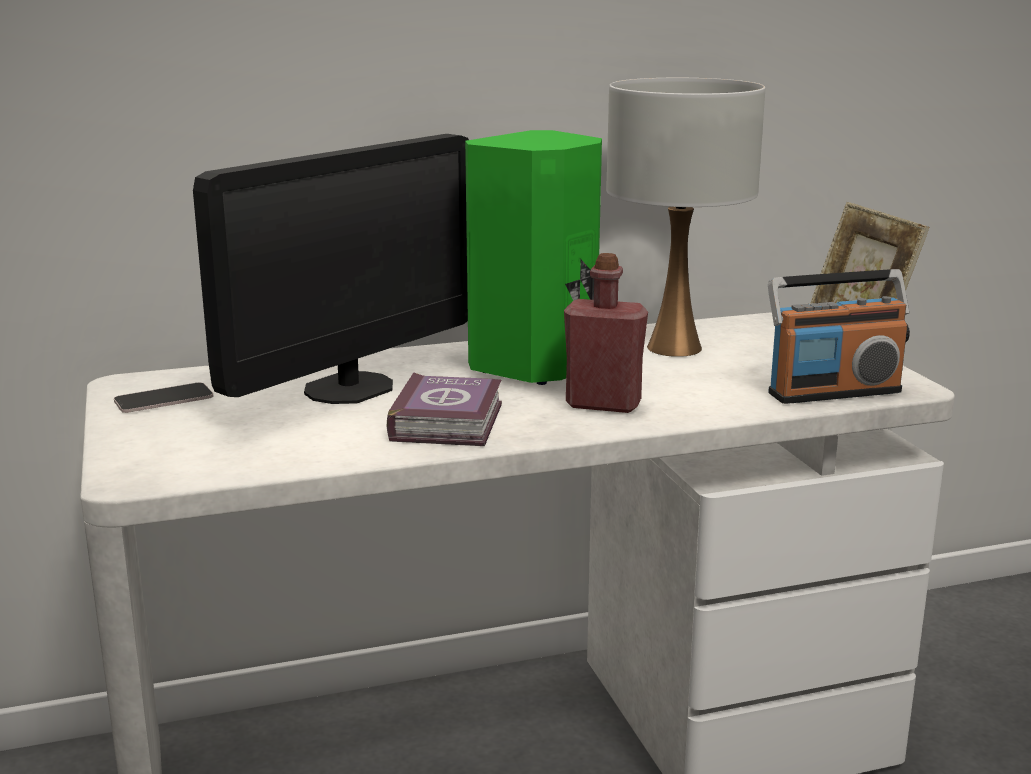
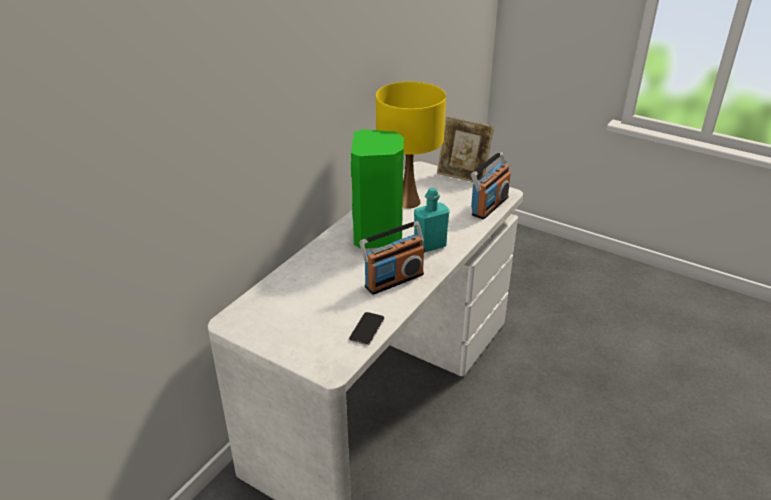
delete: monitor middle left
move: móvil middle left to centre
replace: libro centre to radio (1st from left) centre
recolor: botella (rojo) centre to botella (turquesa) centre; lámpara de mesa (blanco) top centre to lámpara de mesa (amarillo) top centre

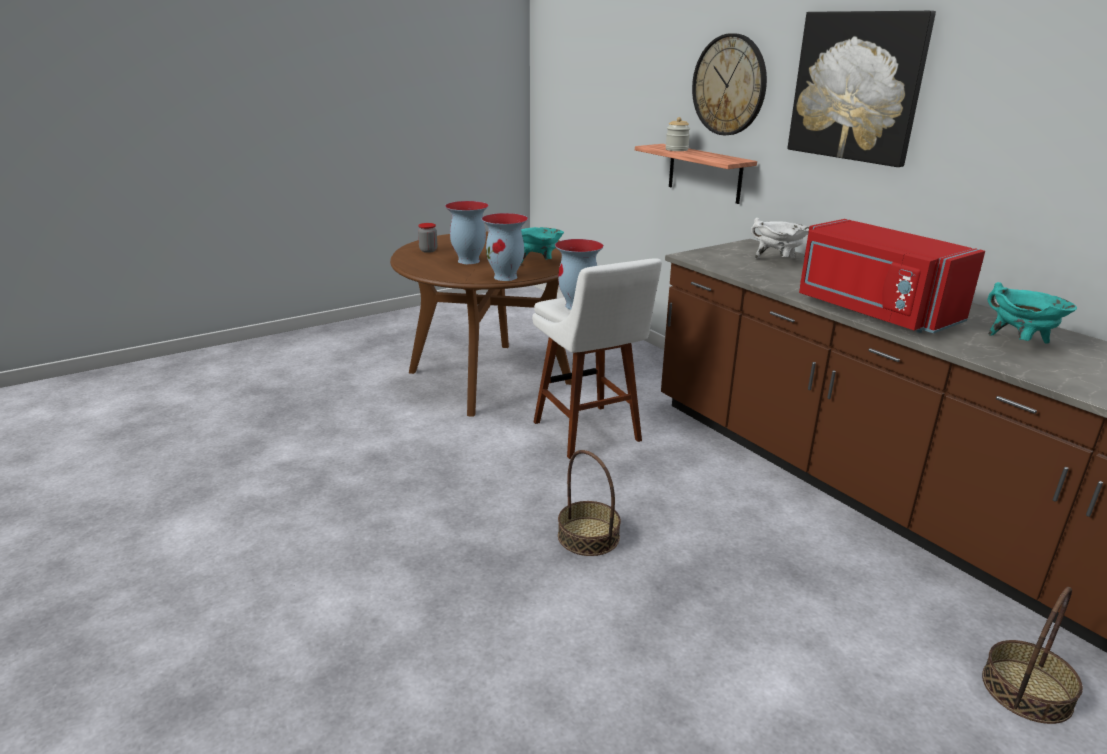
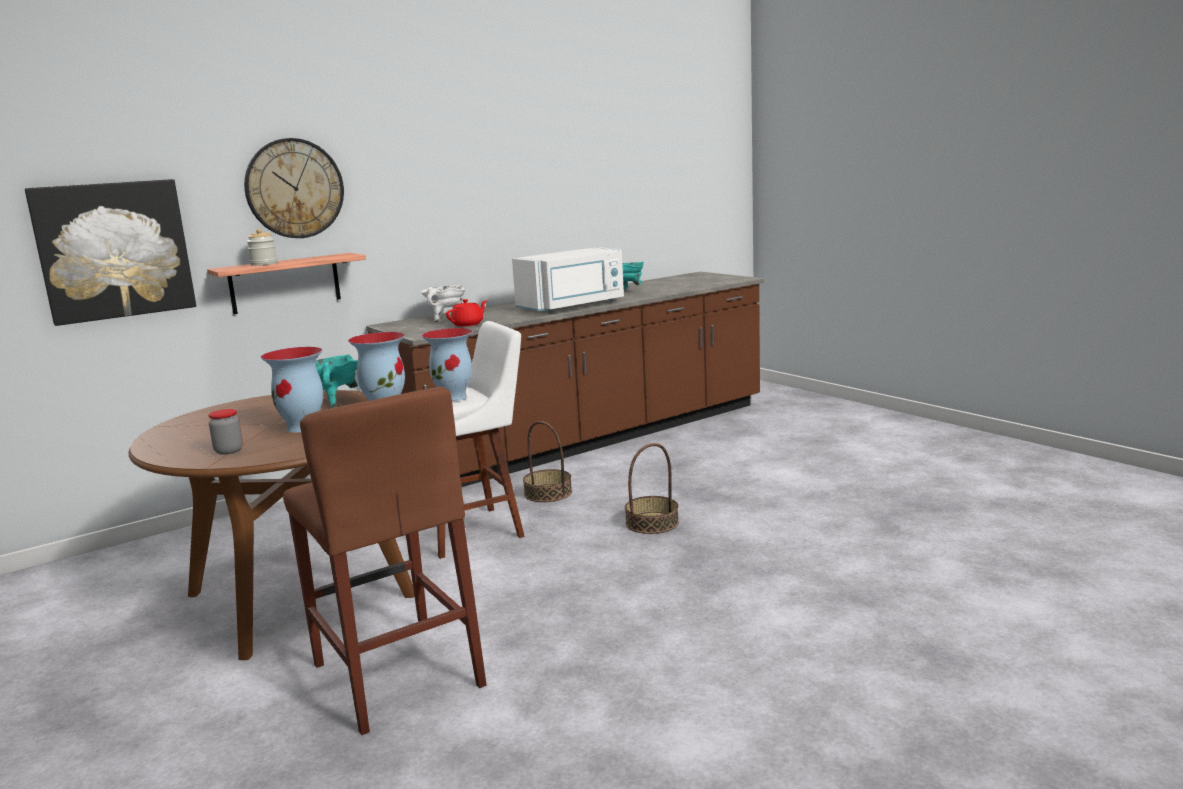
insert: taburete (marrón) bottom left; tetera (rojo) centre
move: cuadro top right to top left; cesta (2nd from left in the first image) bottom right to cesta (1st from left) centre
recolor: microondas (rojo) middle right to microondas (blanco) centre

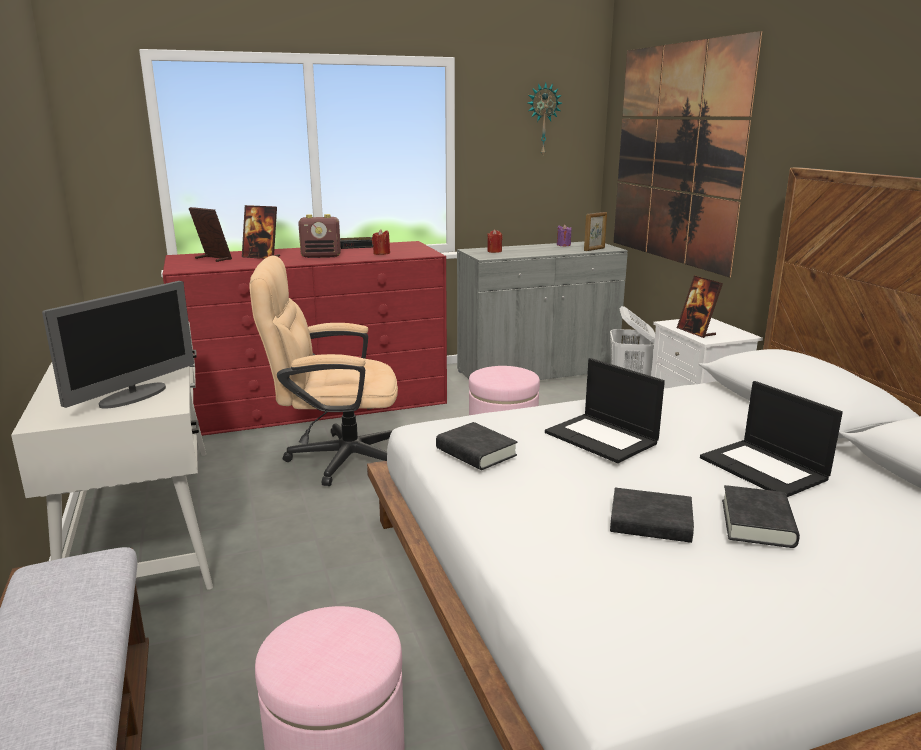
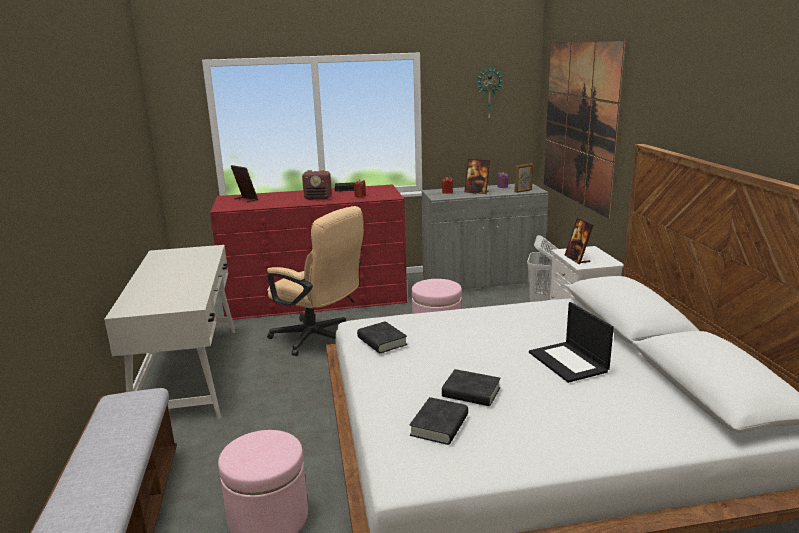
delete: monitor middle left; portátil (1st from left) centre
move: portarretratos (2nd from left) top left to top centre; libro (negro) (3rd from left in the first image) bottom right to libro (negro) (2nd from left) bottom centre
rotate: silla de oficina (beis) centre = centre 150 degrees counterclockwise

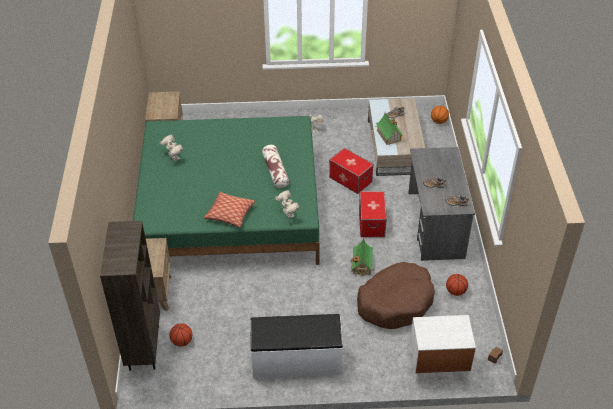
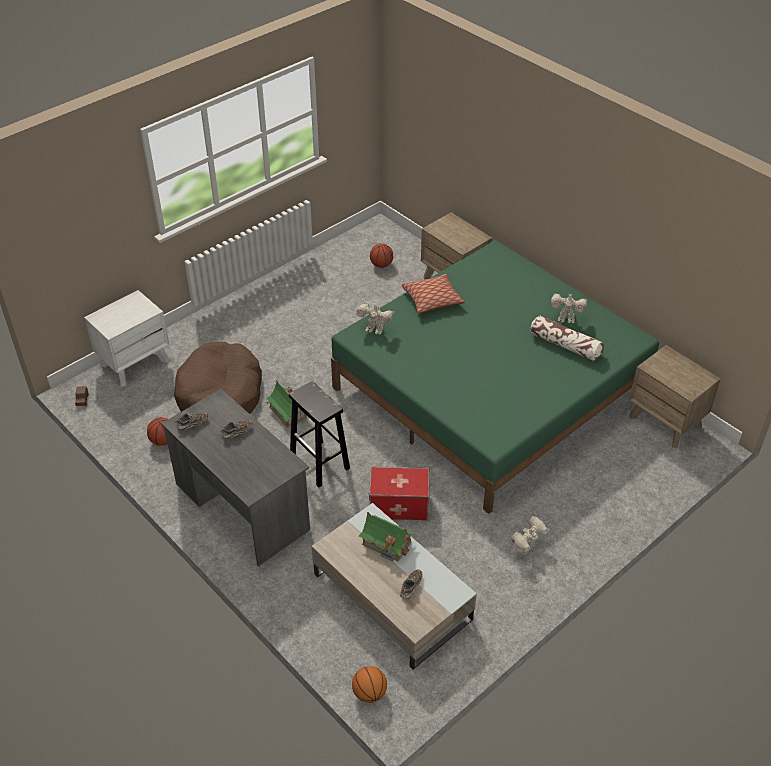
delete: estantería (marrón) bottom left; banco (blanco) bottom centre
move: cojín (2nd from left) centre to middle right
replace: caja de almacenaje (2nd from left) centre to taburete (negro) centre

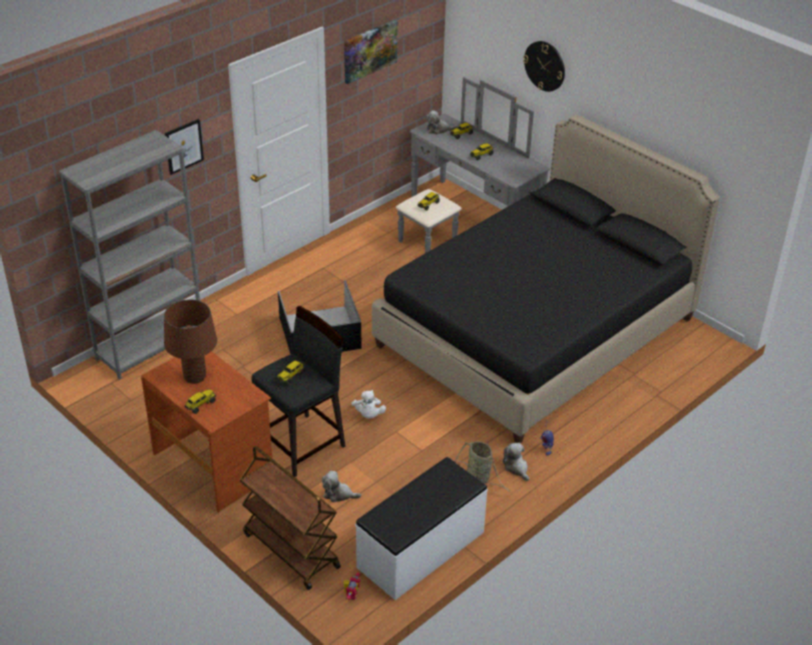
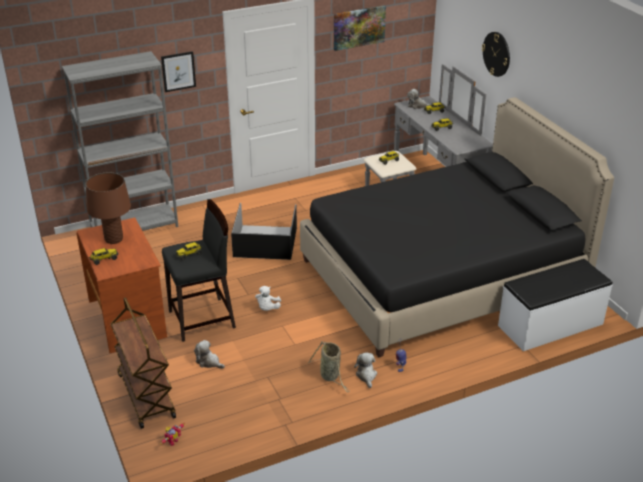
move: banco (blanco) bottom centre to middle right

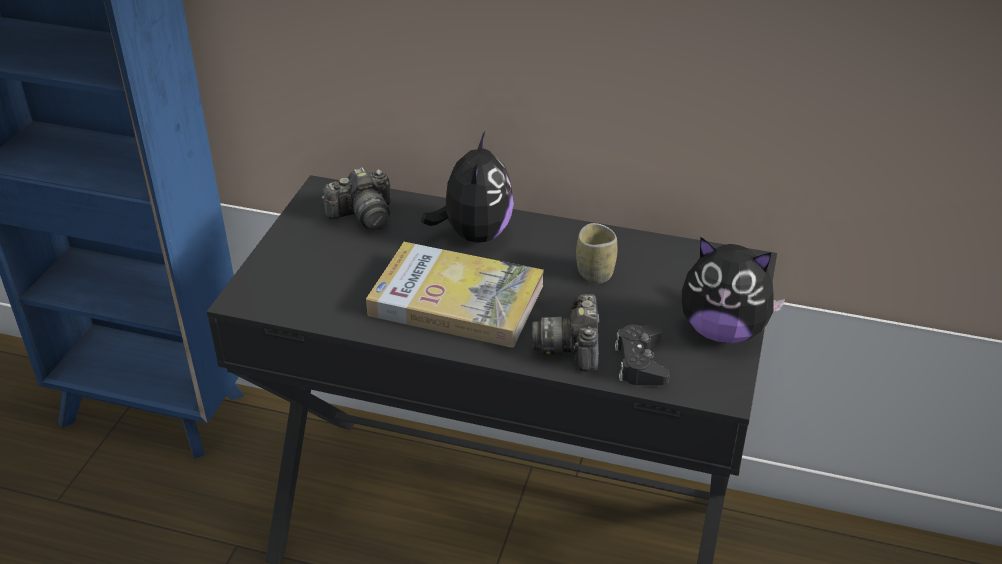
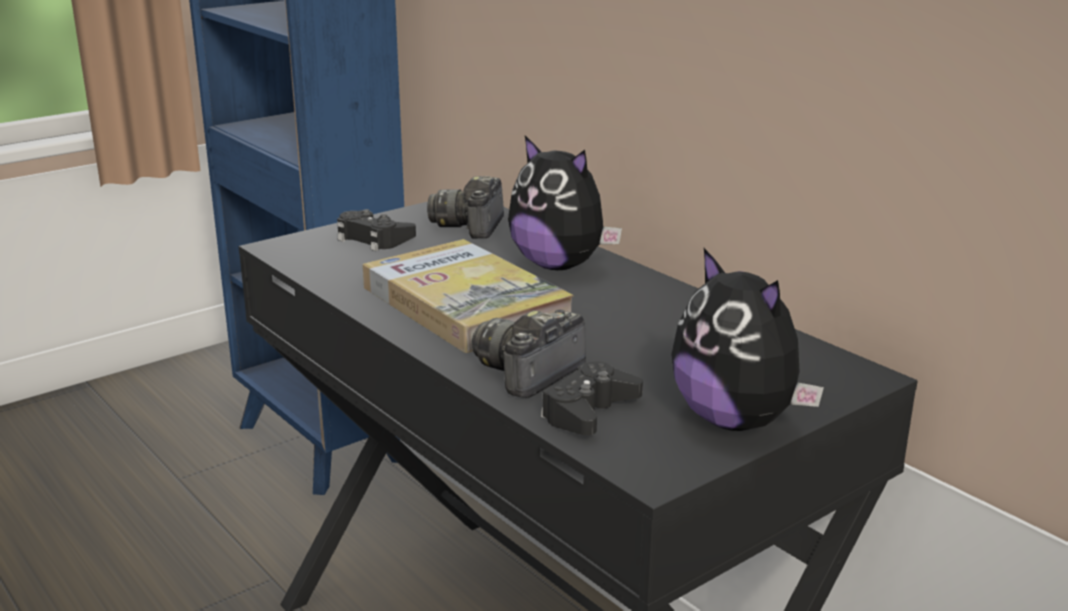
delete: taza centre
insert: mando de consola (negro) (1st from left) centre
rotate: cámara (1st from left) centre = centre 90 degrees clockwise; peluche (1st from left) top centre = top centre 90 degrees clockwise

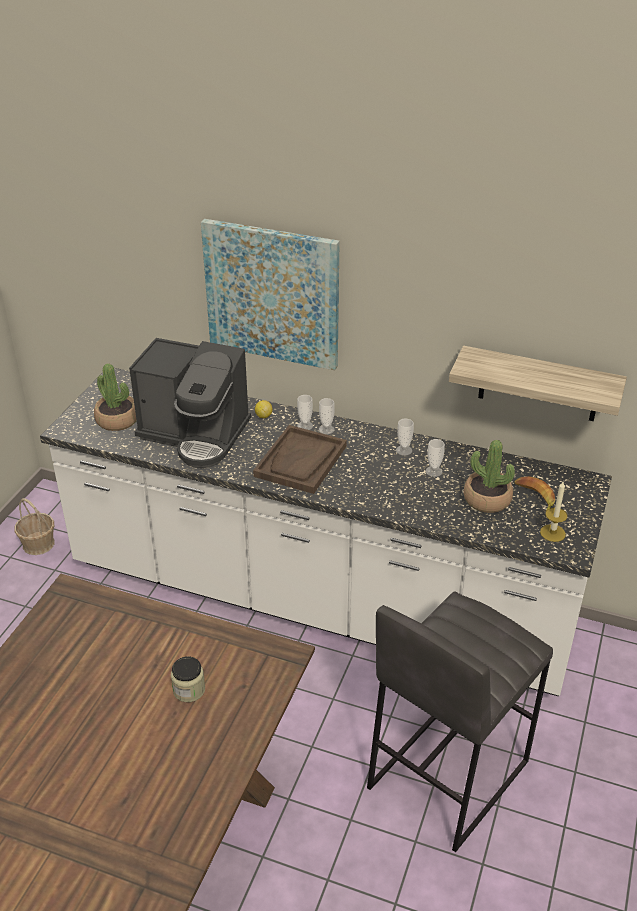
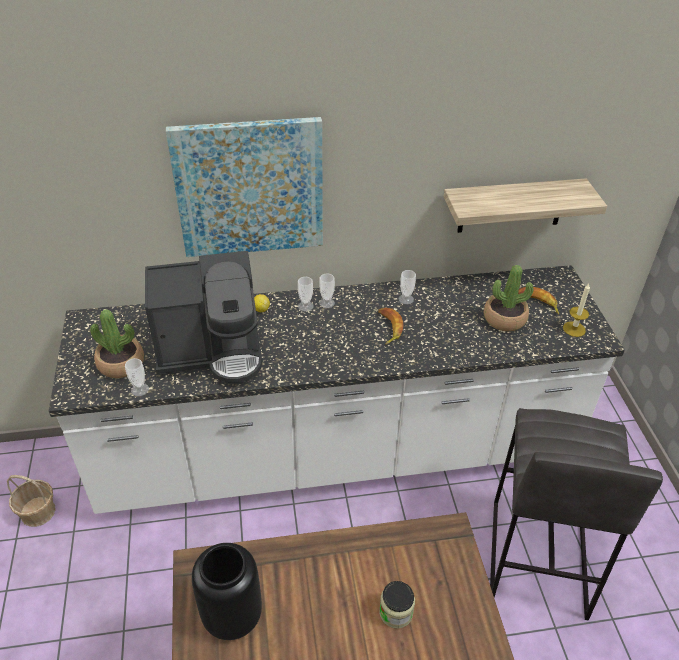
delete: bandeja (marrón) centre
insert: florero (negro) bottom centre; plátano (1st from left) centre
move: taza (4th from left in the first image) middle right to taza (1st from left) middle left

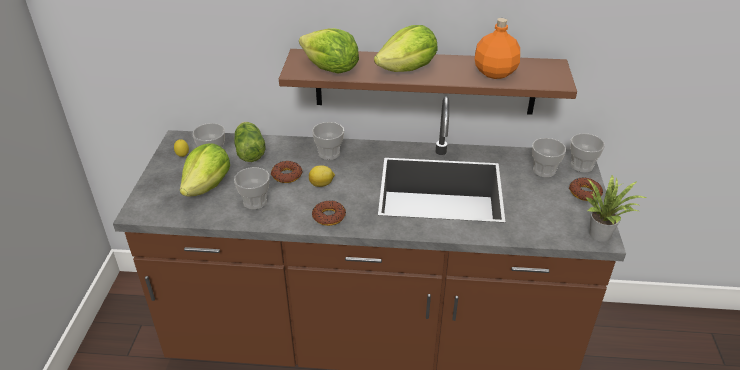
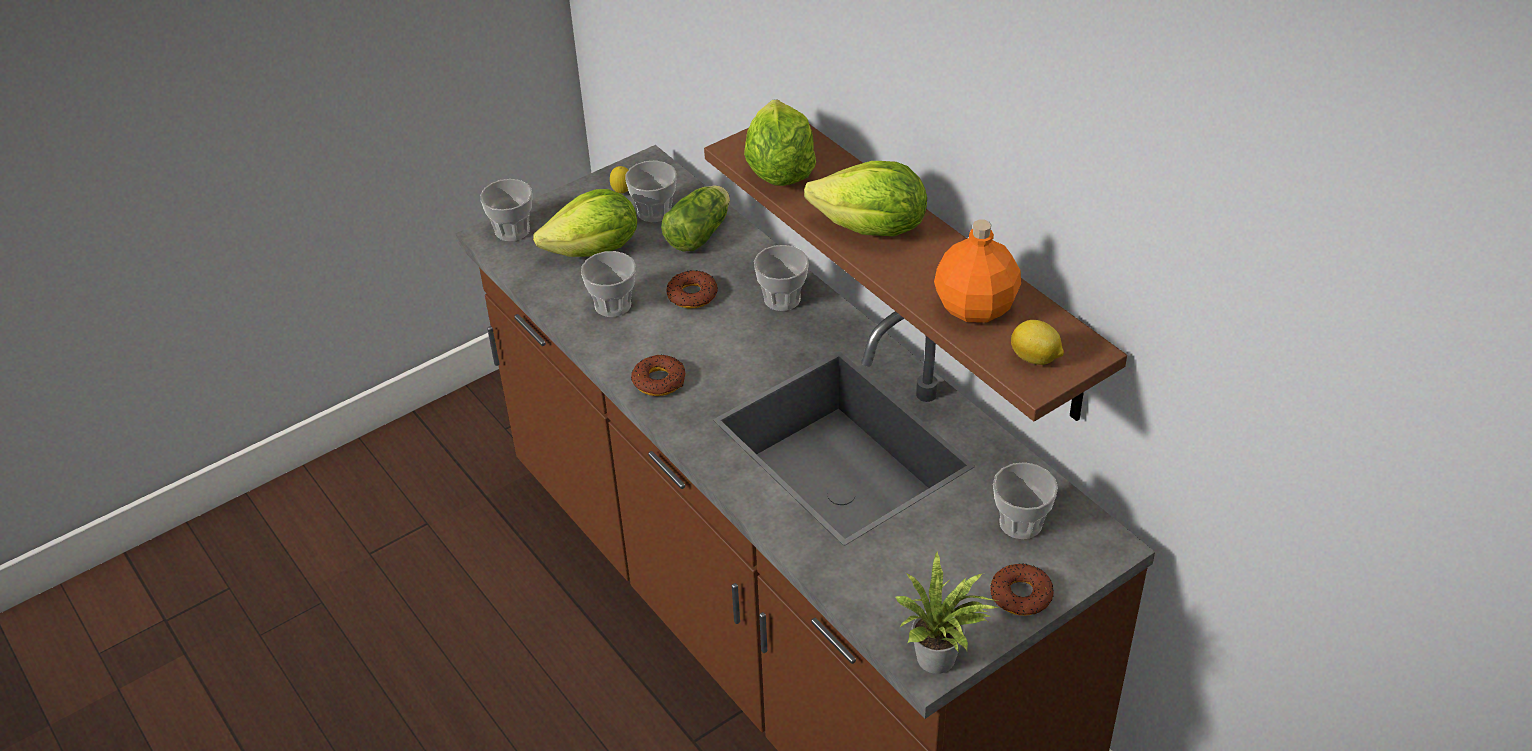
move: limón (2nd from left) centre to middle right; taza (5th from left in the first image) middle right to taza (1st from left) top left

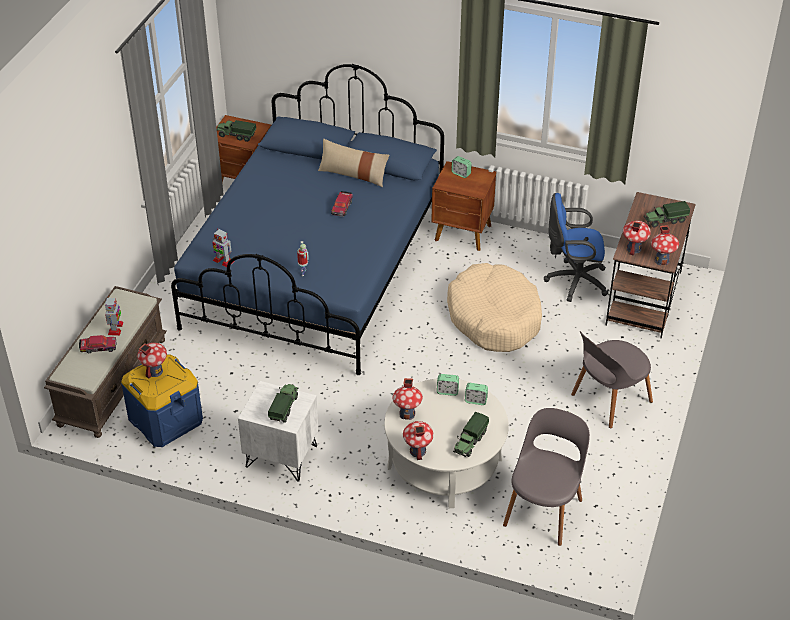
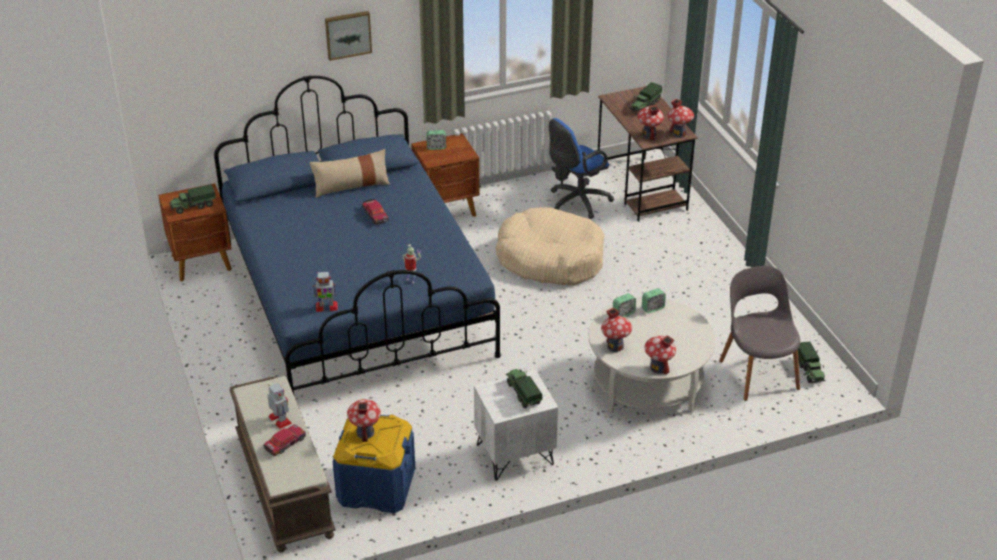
delete: silla (gris) (2nd from left) middle right
insert: cuadro top centre
move: camión de juguete (3rd from left in the first image) bottom centre to camión de juguete (4th from left) middle right

